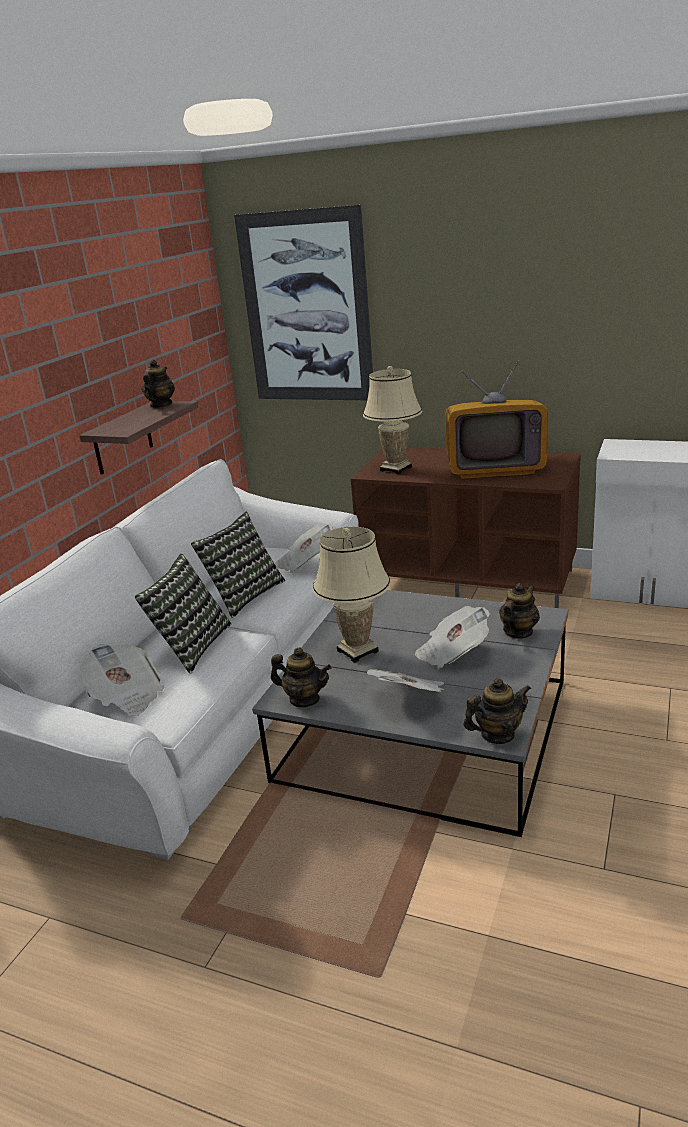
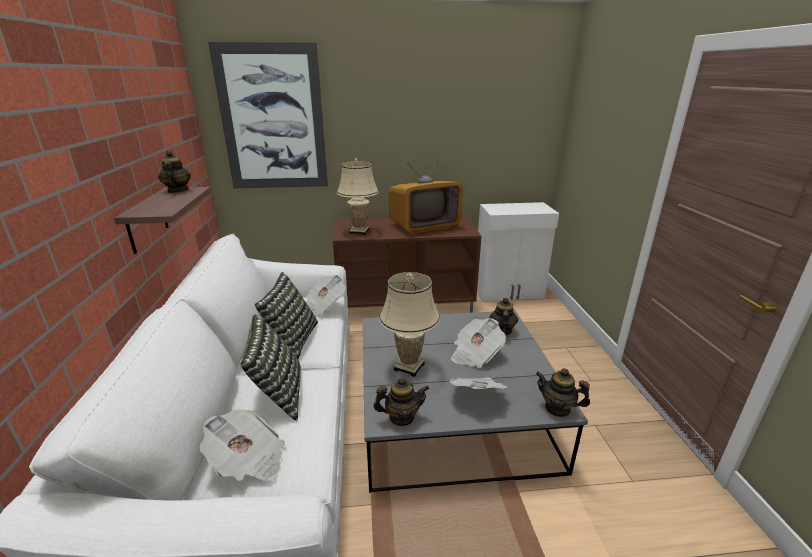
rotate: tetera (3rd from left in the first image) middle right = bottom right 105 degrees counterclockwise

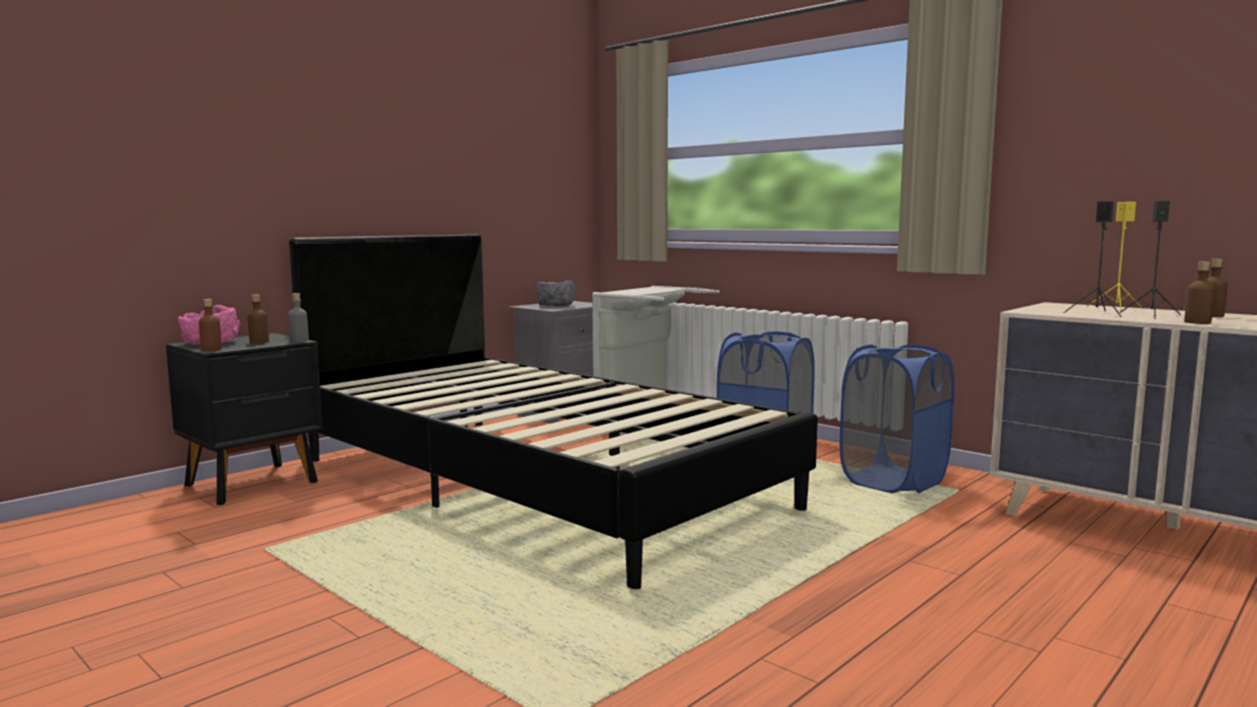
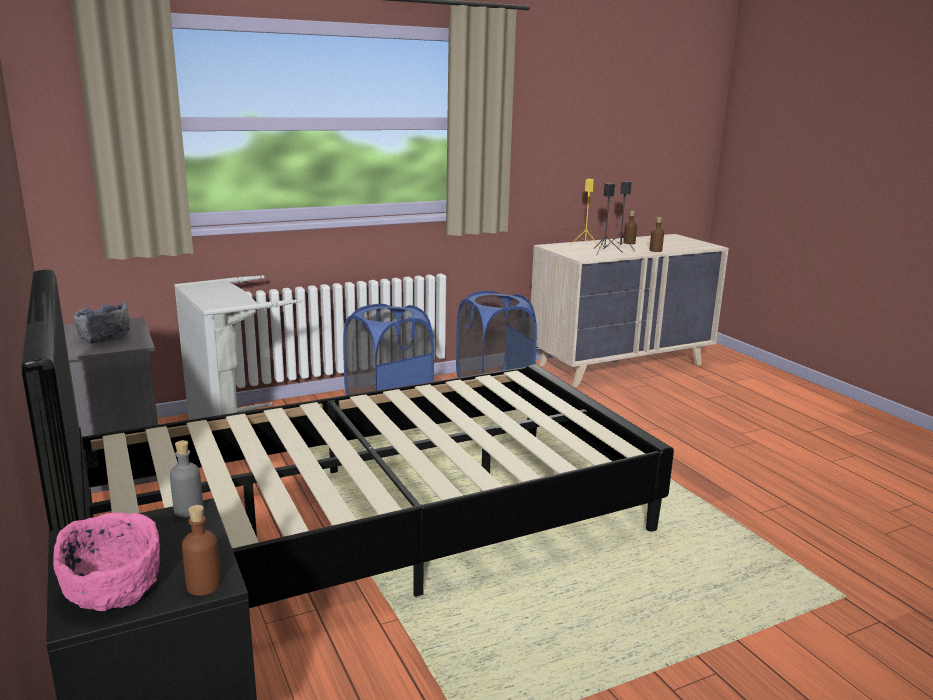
delete: botella (marrón) (2nd from left) middle left

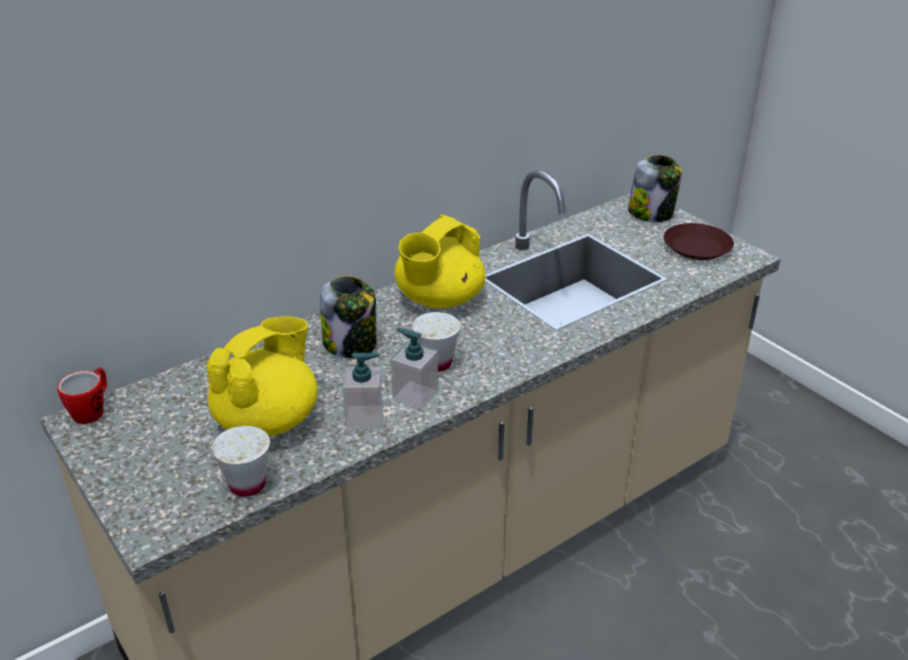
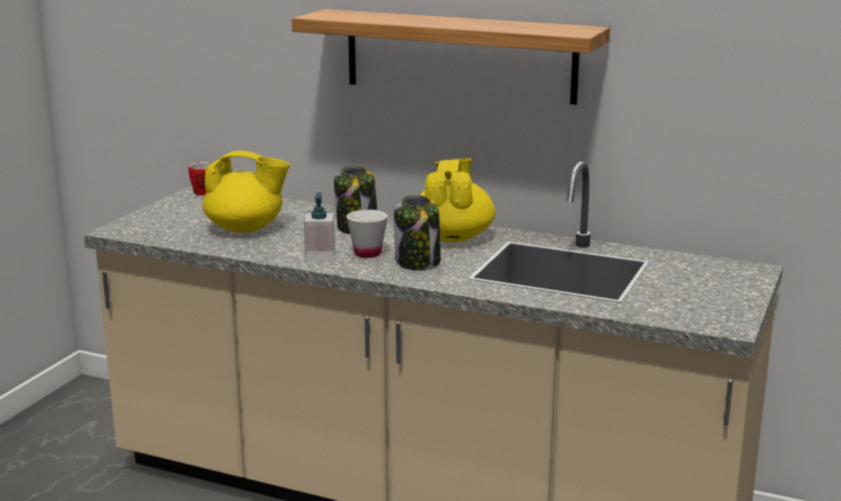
delete: taza (blanco) (1st from left) bottom left; dispensador de jabón (1st from left) centre; plato (marrón) middle right
insert: estante top centre
move: tarro (2nd from left) top right to centre
rotate: tetera (amarillo) (2nd from left) centre = centre 90 degrees clockwise

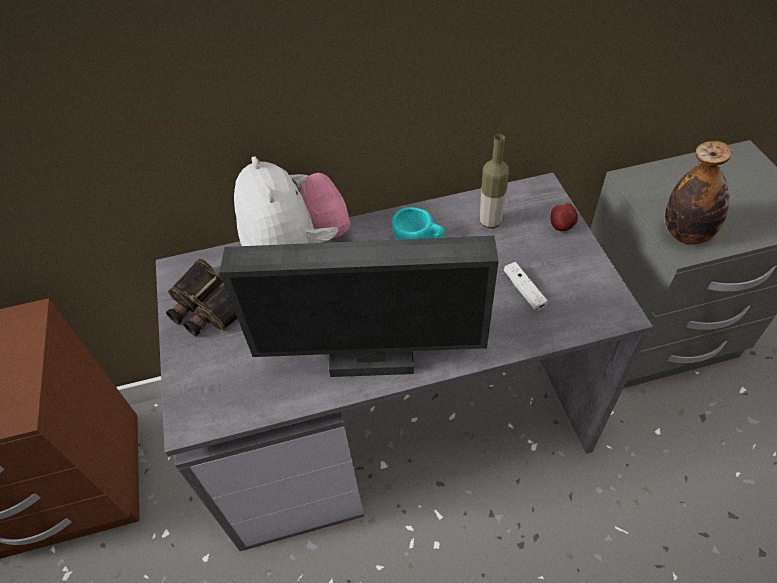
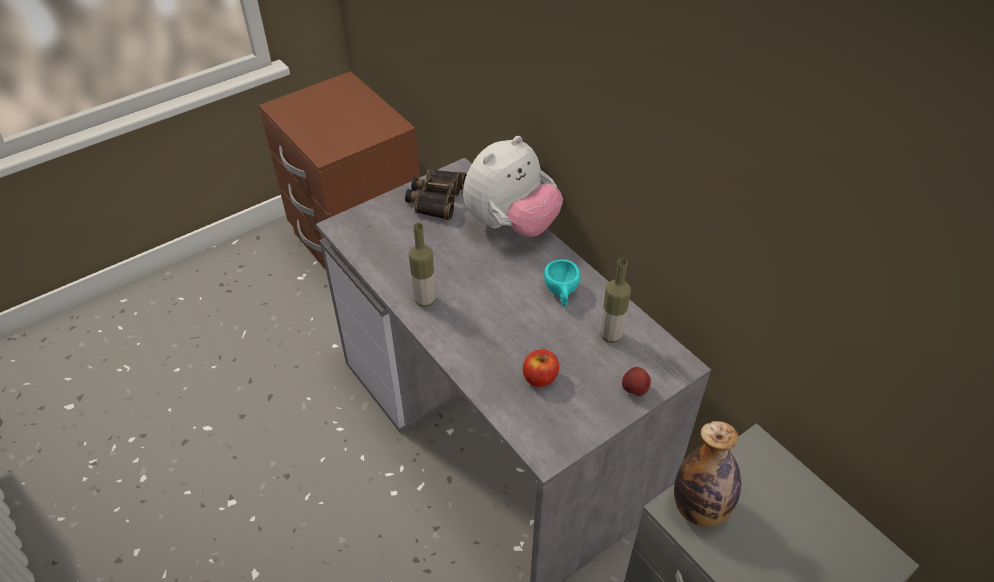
replace: monitor centre to botella (1st from left) centre; mando de consola (blanco) middle right to manzana (1st from left) centre

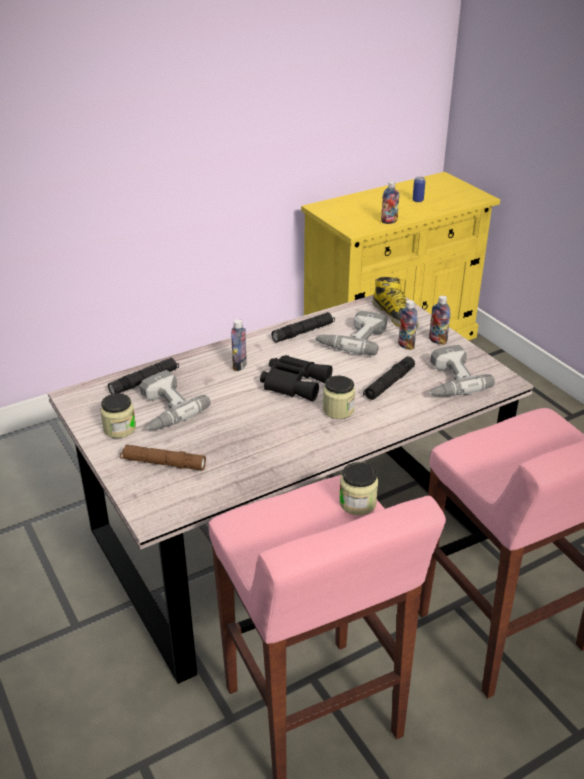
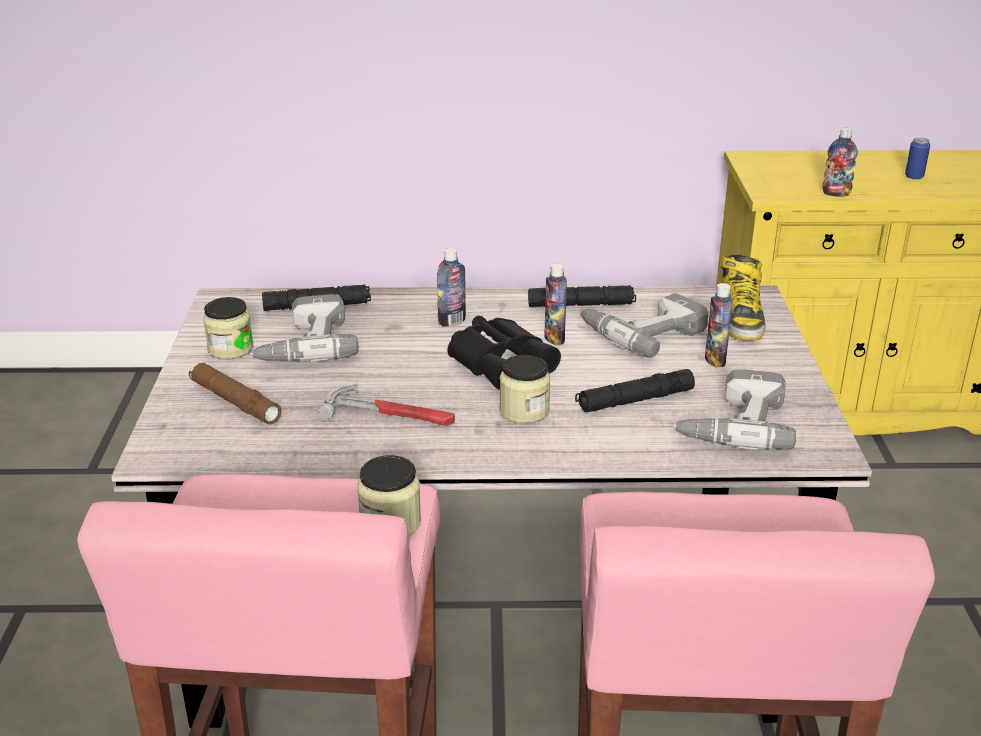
insert: martillo centre
move: botella (4th from left in the first image) middle right to botella (2nd from left) centre

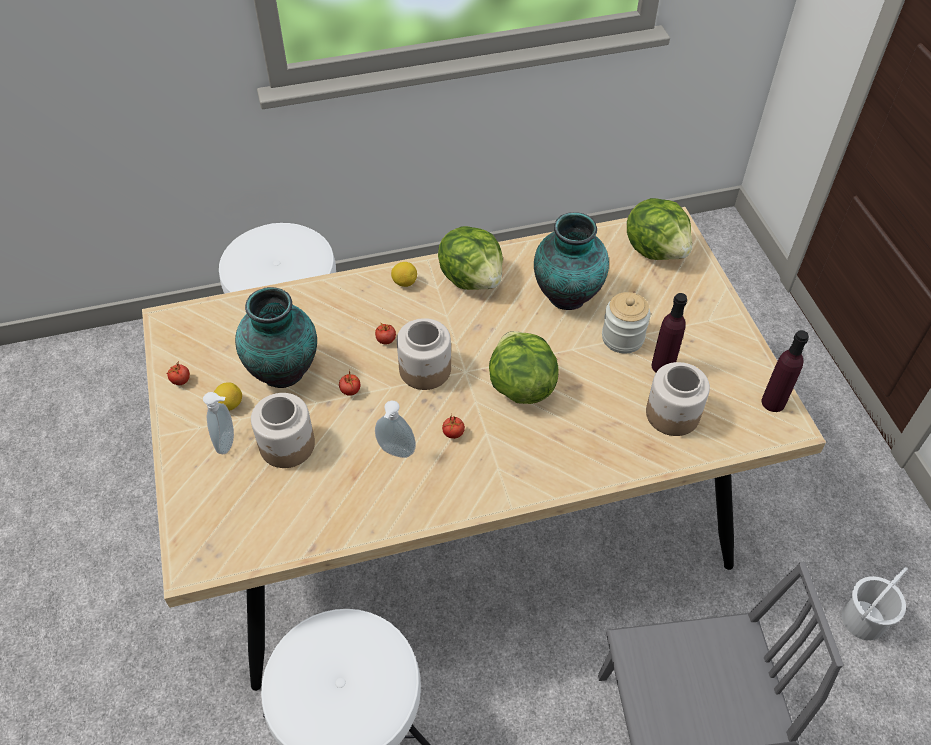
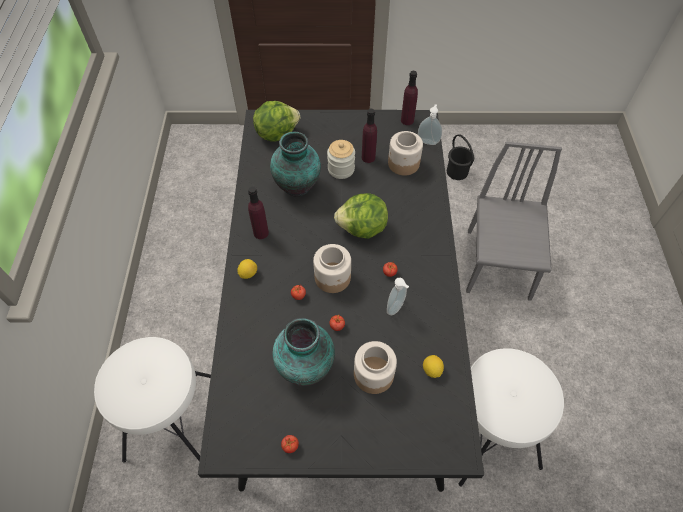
move: dispensador de jabón (1st from left in the first image) middle left to dispensador de jabón (2nd from left) top centre; limón (1st from left in the first image) middle left to limón (2nd from left) bottom centre
replace: lechuga (1st from left) centre to botella (morado) (1st from left) centre
recolor: mesa de comedor (beis) centre to mesa de comedor (negro) centre; cubo (blanco) bottom right to cubo (negro) top right

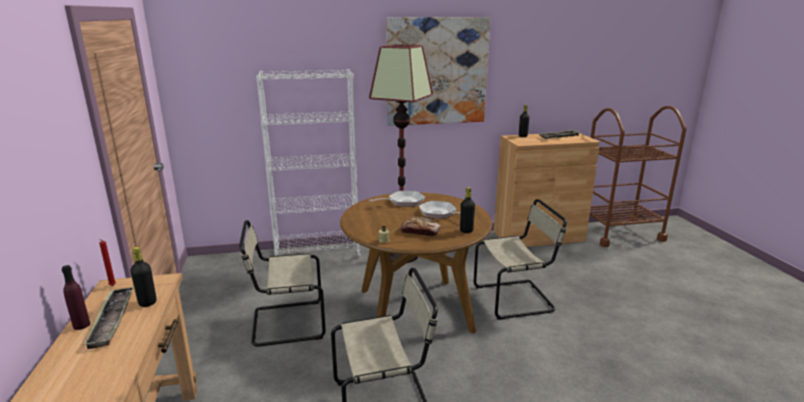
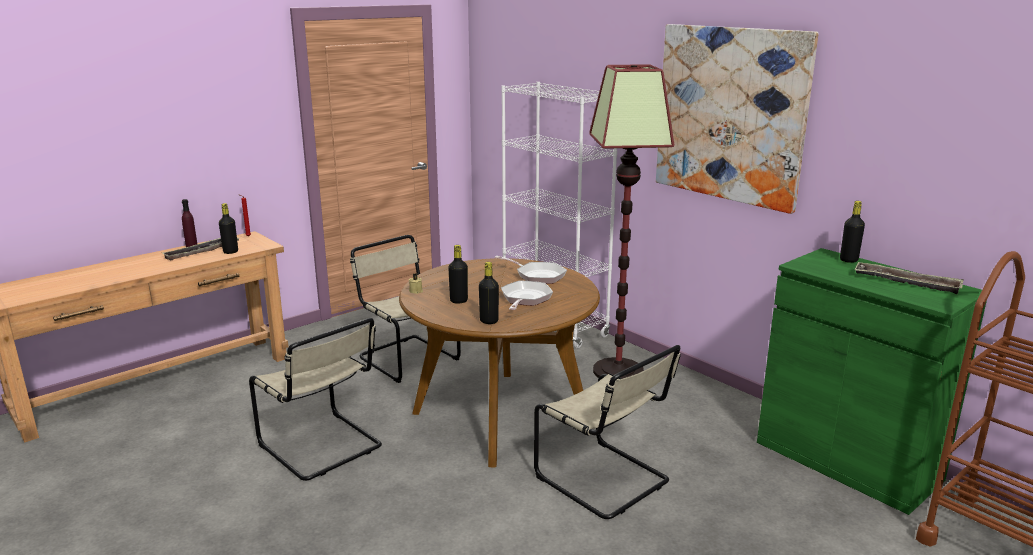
replace: pan centre to botella (negro) (2nd from left) centre
recolor: armario (marrón) middle right to armario (verde) bottom right

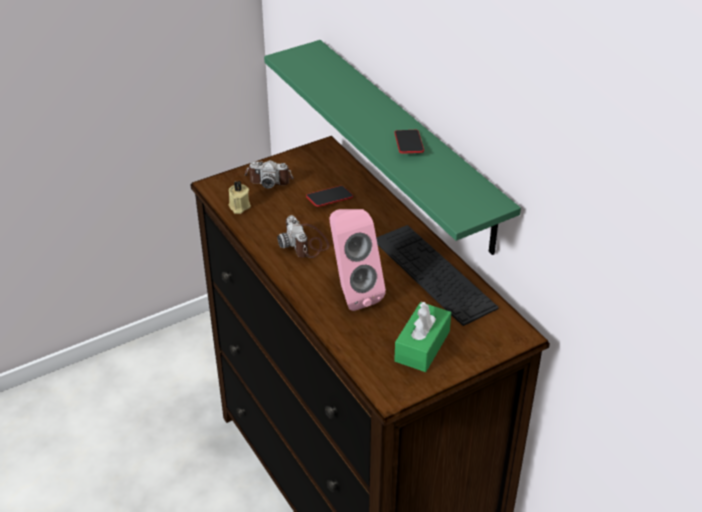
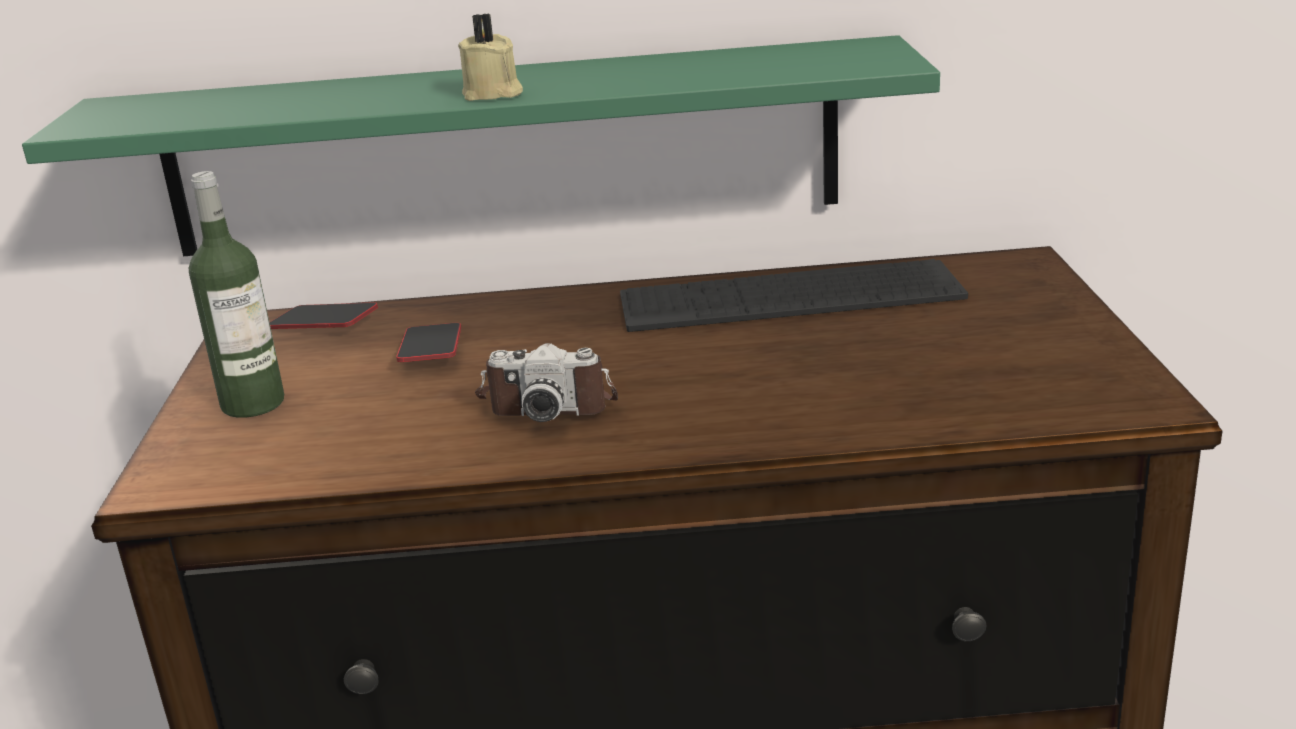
delete: altavoz (rosa) centre; caja de pañuelos (verde) centre
move: vela (beis) centre to top centre; móvil (2nd from left in the first image) top centre to móvil (1st from left) middle left
replace: cámara (1st from left) centre to botella middle left

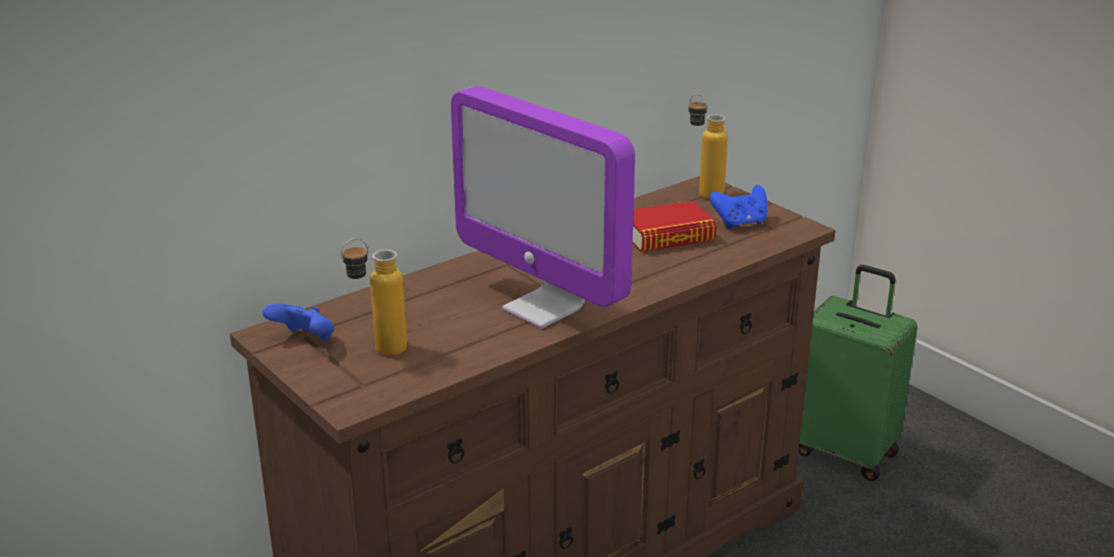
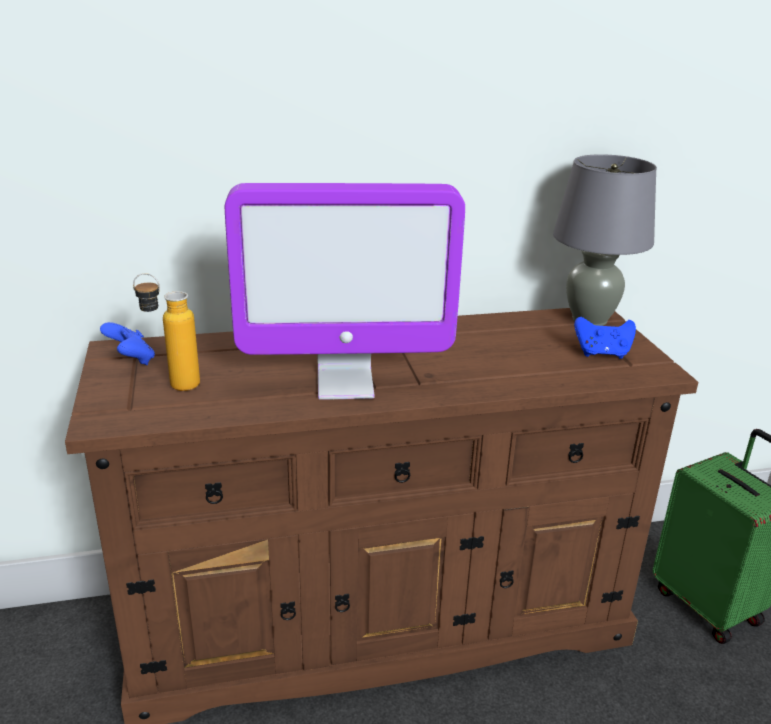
delete: libro centre
replace: botella (2nd from left) top centre to lámpara de mesa (gris) top right
rotate: monitor centre = centre 75 degrees counterclockwise

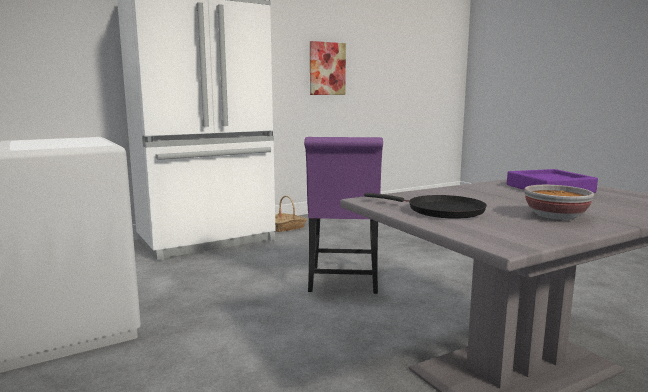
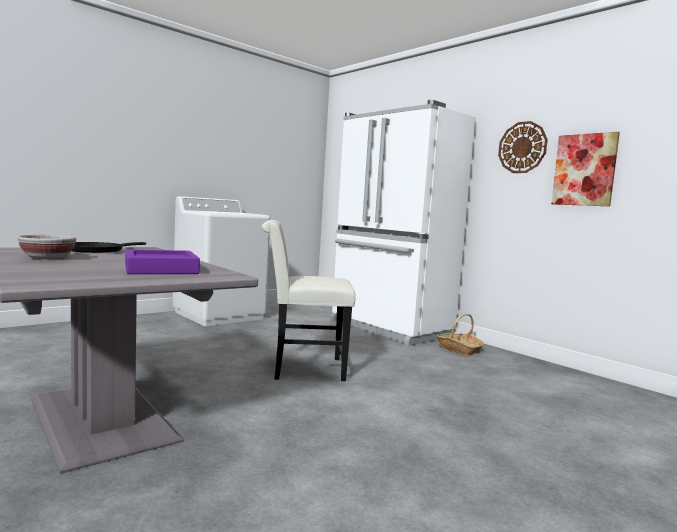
insert: reloj de pared top right
recolor: silla (morado) centre to silla (blanco) centre

